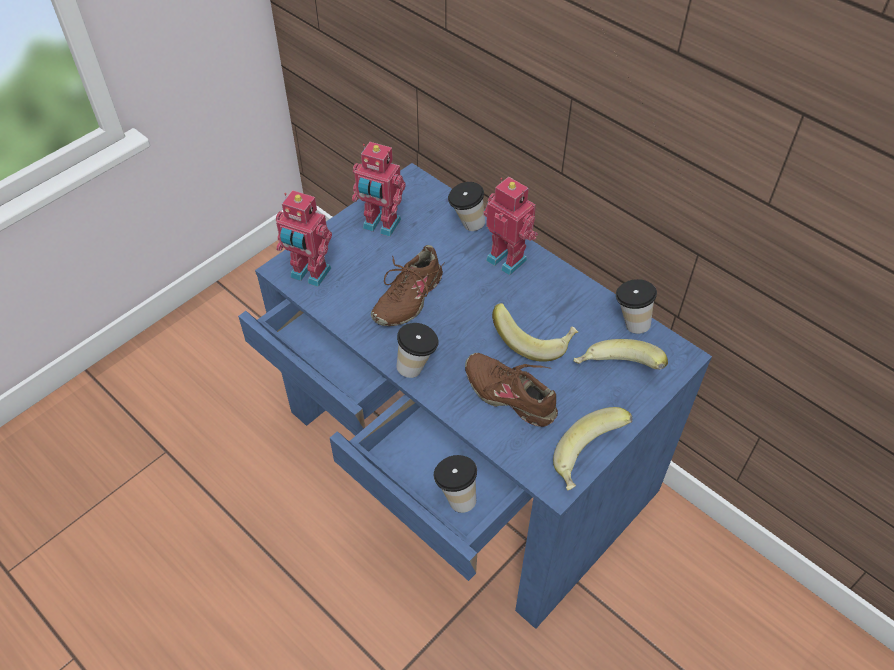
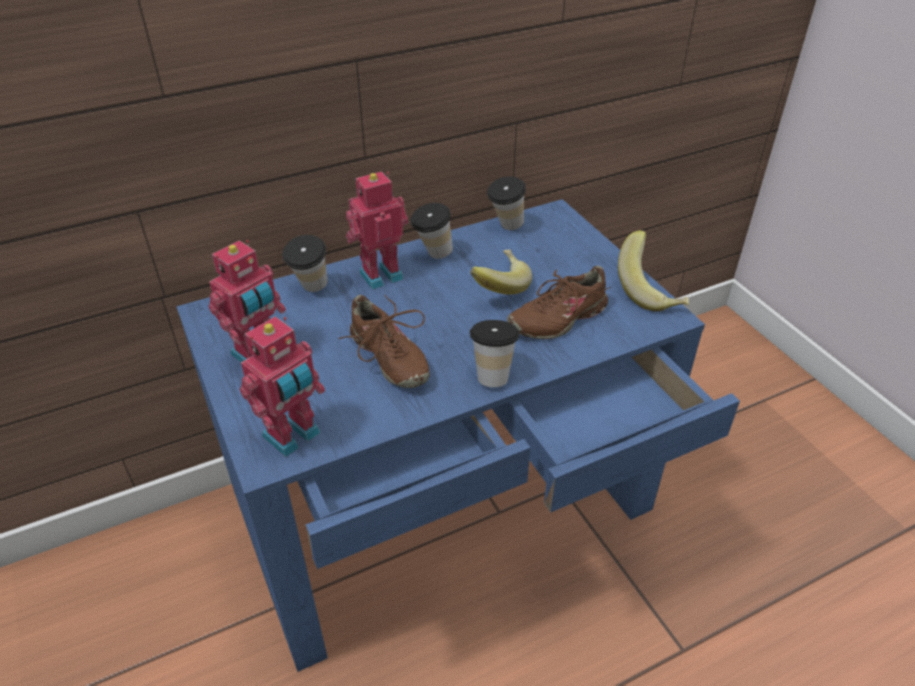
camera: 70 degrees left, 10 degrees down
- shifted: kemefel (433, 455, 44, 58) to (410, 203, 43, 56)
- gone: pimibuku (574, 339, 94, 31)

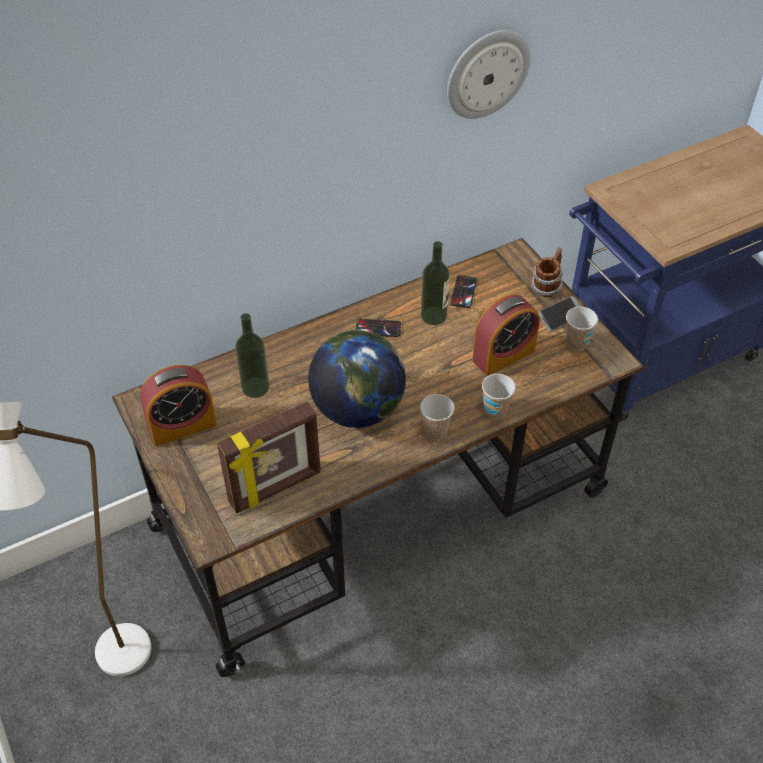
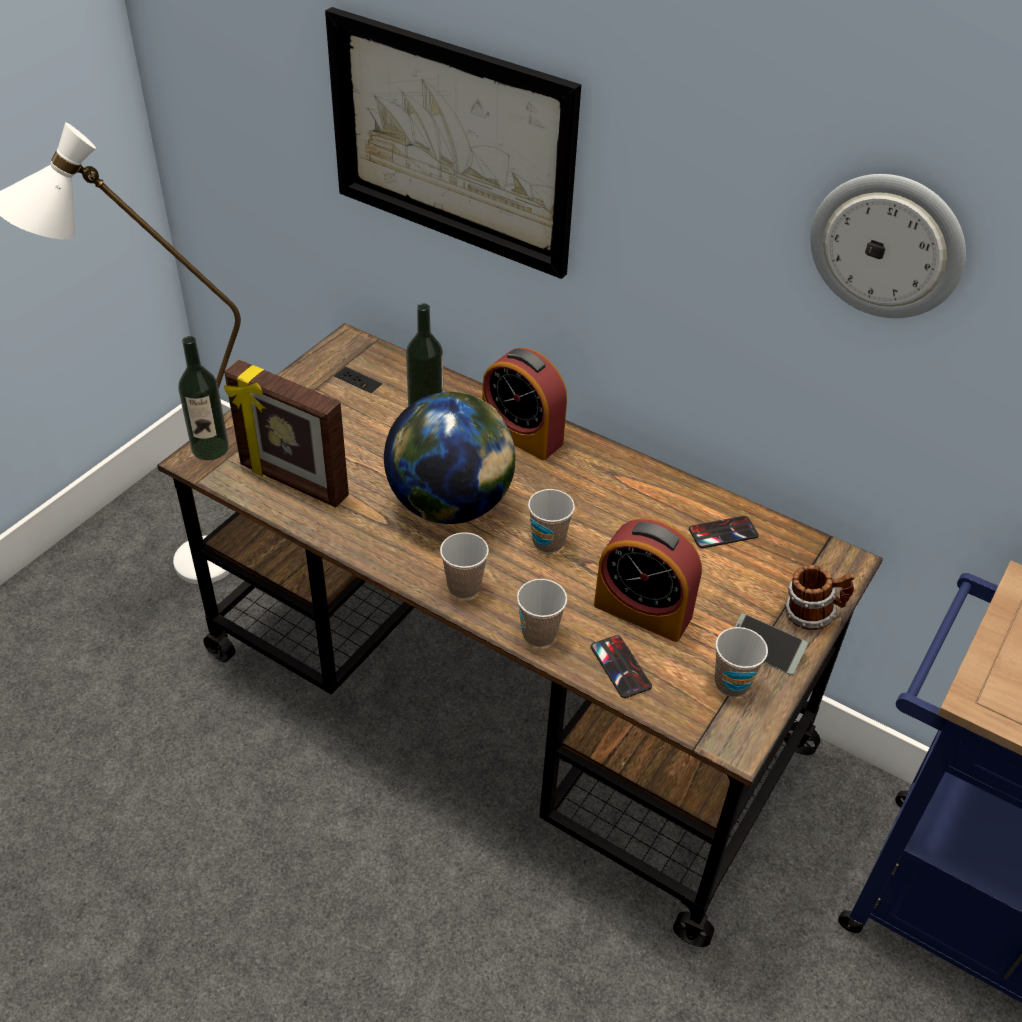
camera: 60 degrees right, 5 degrees down
- shifted: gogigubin (140, 365, 77, 81) to (482, 348, 85, 112)
- shifted: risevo (356, 319, 45, 18) to (591, 635, 61, 63)
- shifted: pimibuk (421, 241, 29, 84) to (178, 336, 51, 124)
- new: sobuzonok (325, 7, 256, 272)
- new: kemefel (528, 489, 47, 64)

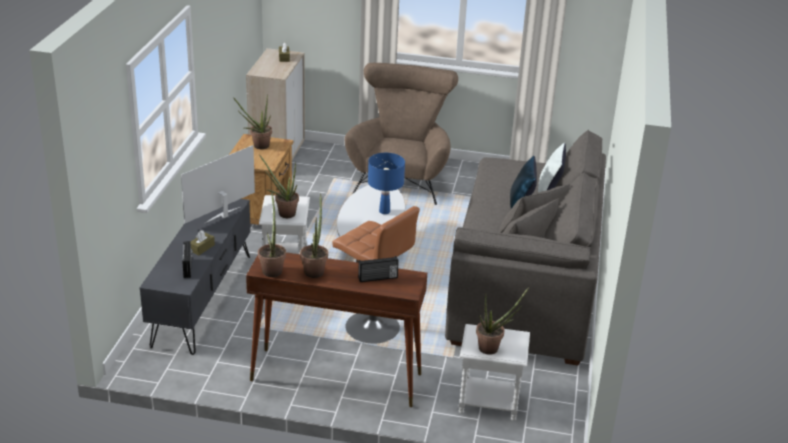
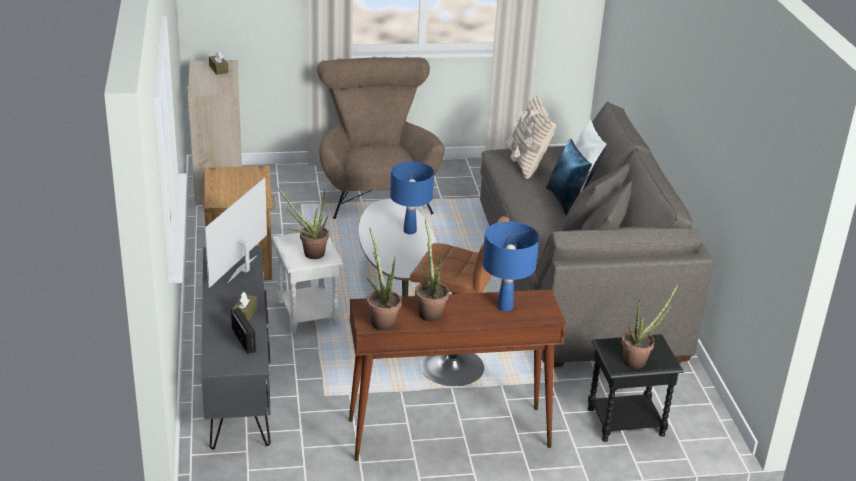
camera: 20 degrees left, 0 degrees up
- gone: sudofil (233, 96, 39, 53)
- swapped: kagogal (358, 256, 41, 26) to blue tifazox (482, 221, 57, 91)
- repainted: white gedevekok (459, 324, 71, 97) to black gedevekok (588, 334, 96, 108)
- new: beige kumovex (506, 96, 50, 83)

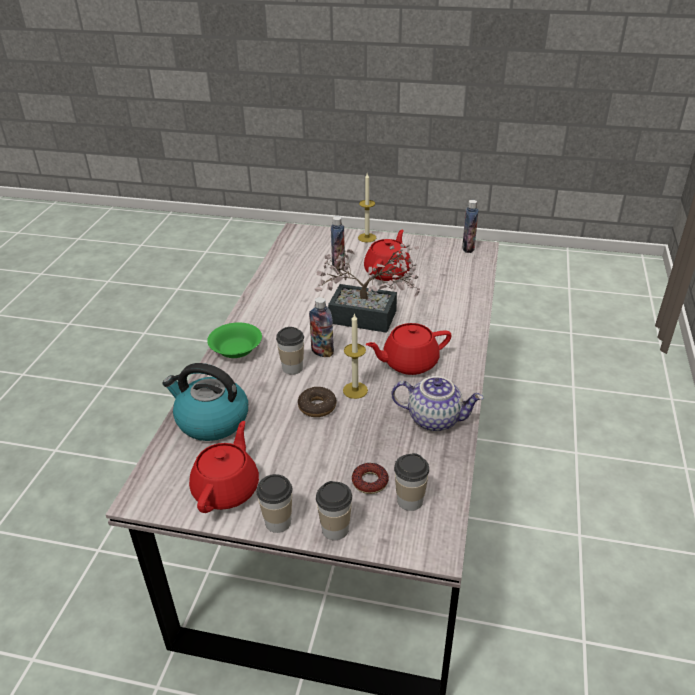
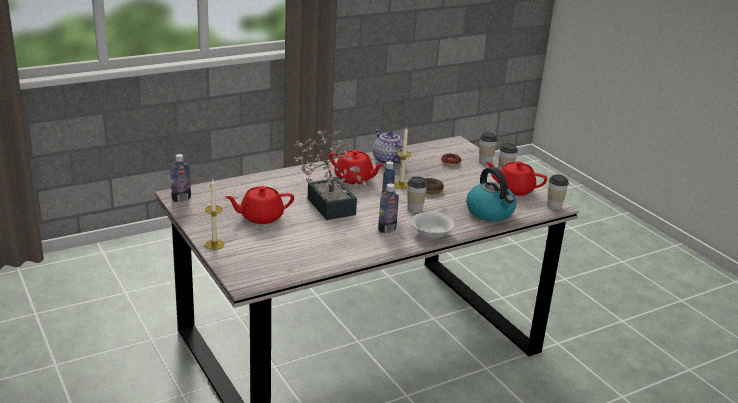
camera: 135 degrees left, 10 degrees down
- rotated: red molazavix (189, 421, 70, 92) = (485, 161, 62, 35) 45 degrees clockwise
- repainted: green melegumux (207, 323, 55, 35) to white melegumux (411, 212, 44, 26)
- shifted: pimibuk (331, 216, 14, 55) to (378, 183, 21, 50)
- shifted: kemefel (394, 453, 35, 58) to (547, 175, 22, 35)

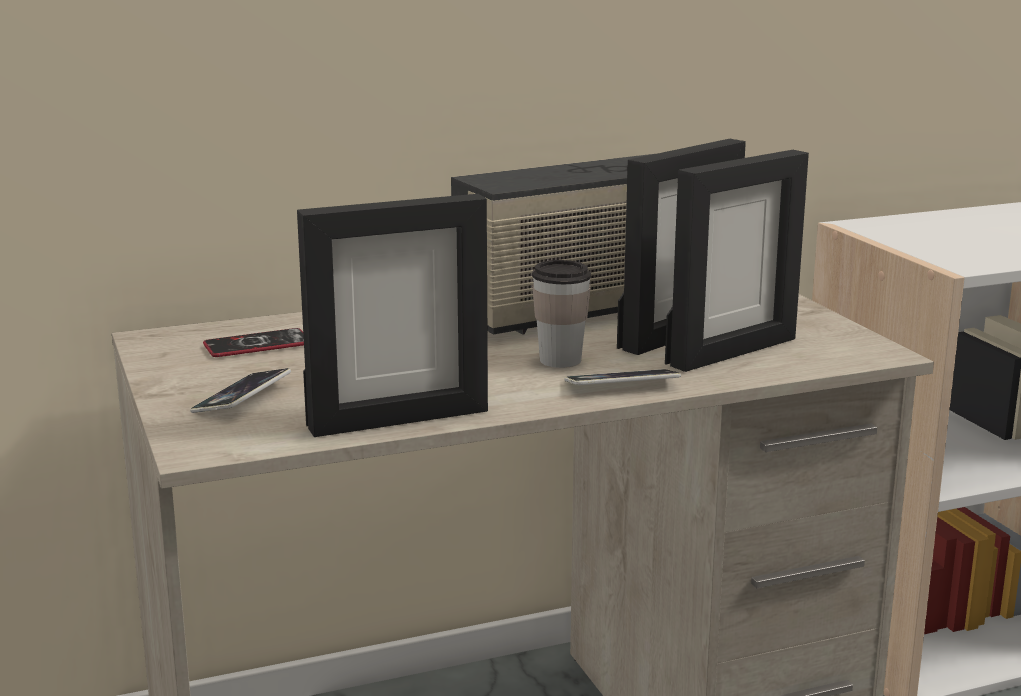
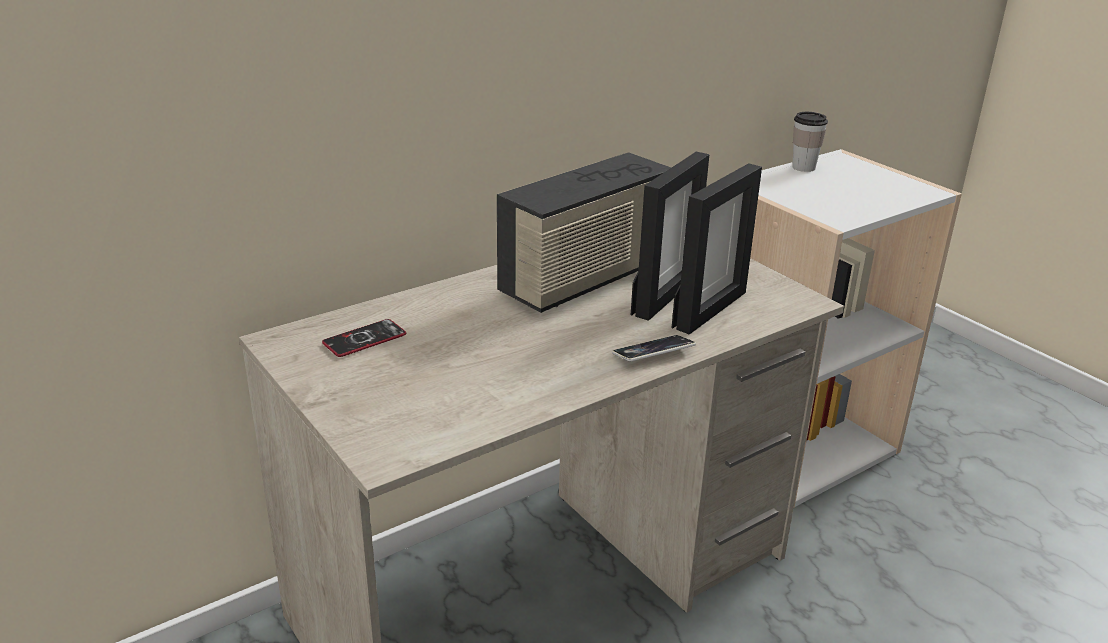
camera: 15 degrees left, 10 degrees up
- gone: risevo (190, 368, 101, 45)
- gone: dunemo (297, 194, 191, 243)
- shifted: kemefel (532, 260, 59, 108) to (792, 112, 36, 60)

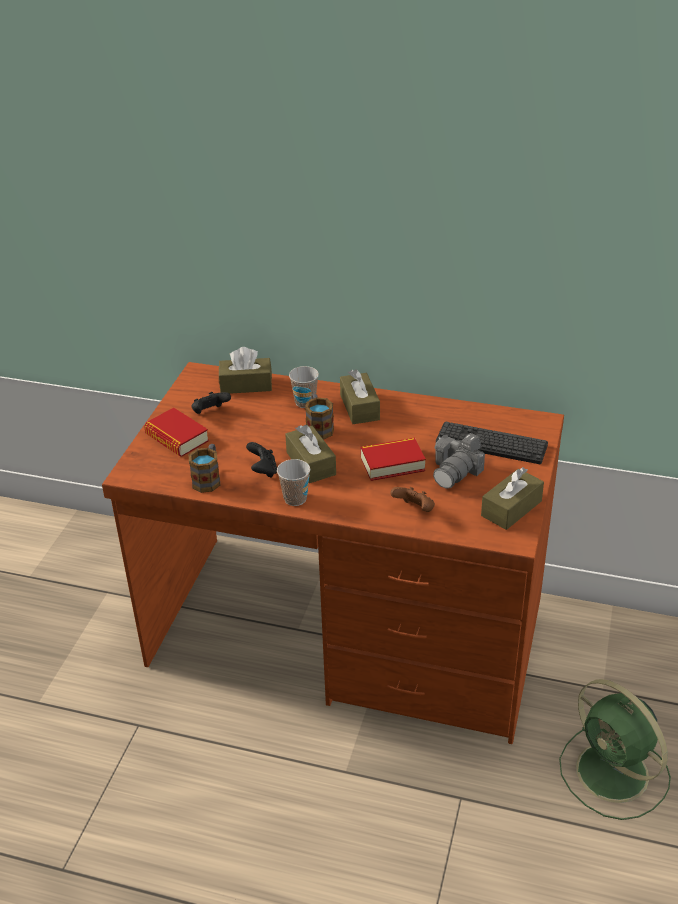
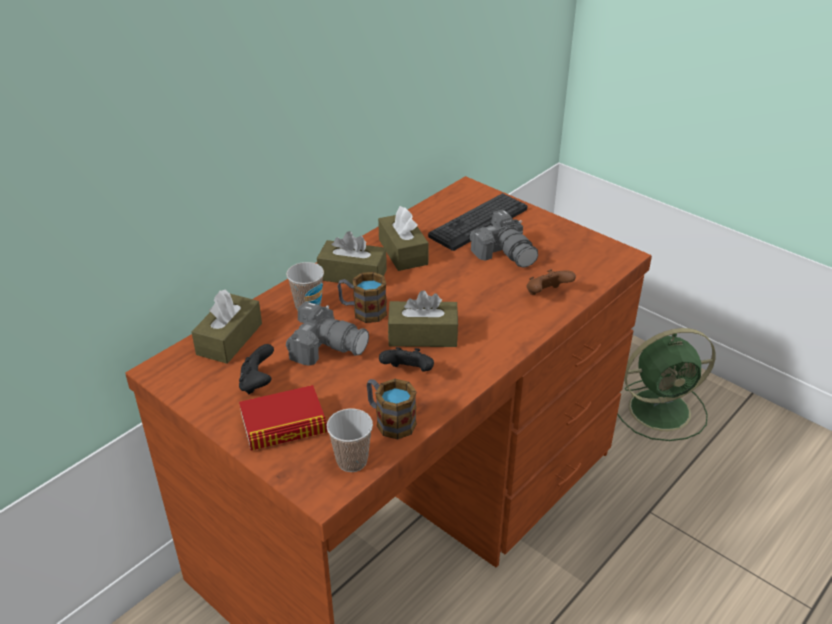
camera: 65 degrees left, 0 degrees up
- shifted: kemefel (277, 459, 33, 47) to (327, 409, 46, 63)
- gone: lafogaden (360, 438, 66, 43)
- shifted: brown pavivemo (481, 467, 63, 63) to (378, 206, 51, 65)
- new: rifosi (286, 302, 83, 64)

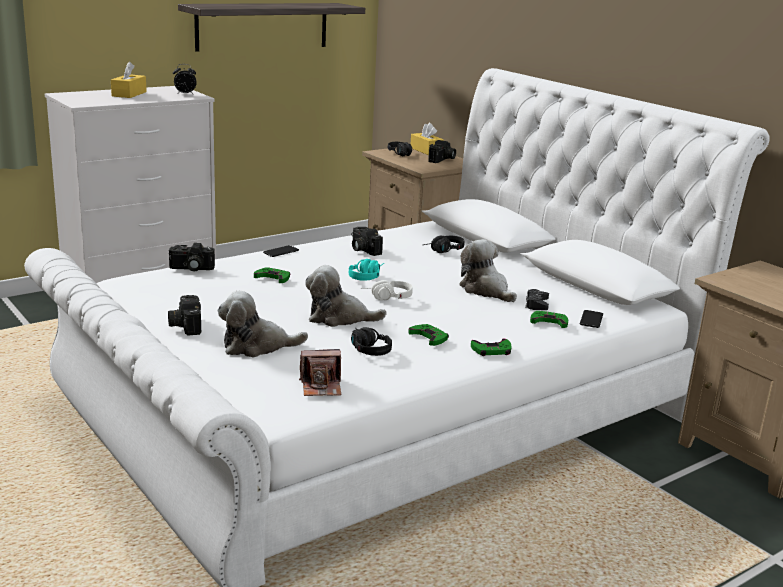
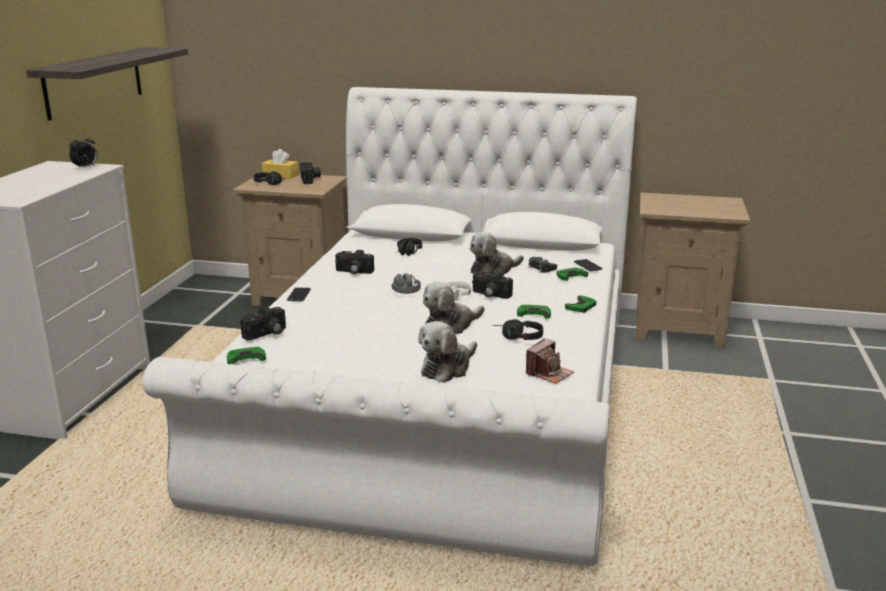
camera: 40 degrees left, 0 degrees up
- gone: yellow pavivemo (111, 62, 36, 36)
- shifted: rifosi (168, 295, 33, 40) to (472, 271, 41, 28)
- shifted: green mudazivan (254, 267, 36, 16) to (227, 347, 39, 17)
- repainted: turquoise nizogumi (349, 259, 35, 22) to grey nizogumi (392, 273, 29, 21)
- rotated: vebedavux (459, 239, 58, 63) = (470, 232, 54, 43) 45 degrees counterclockwise

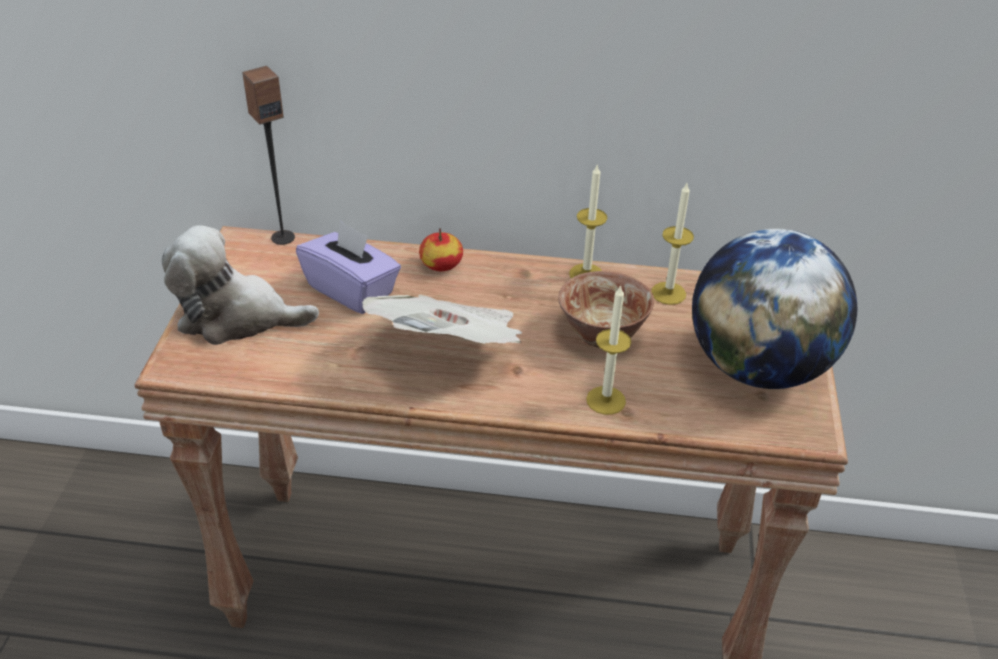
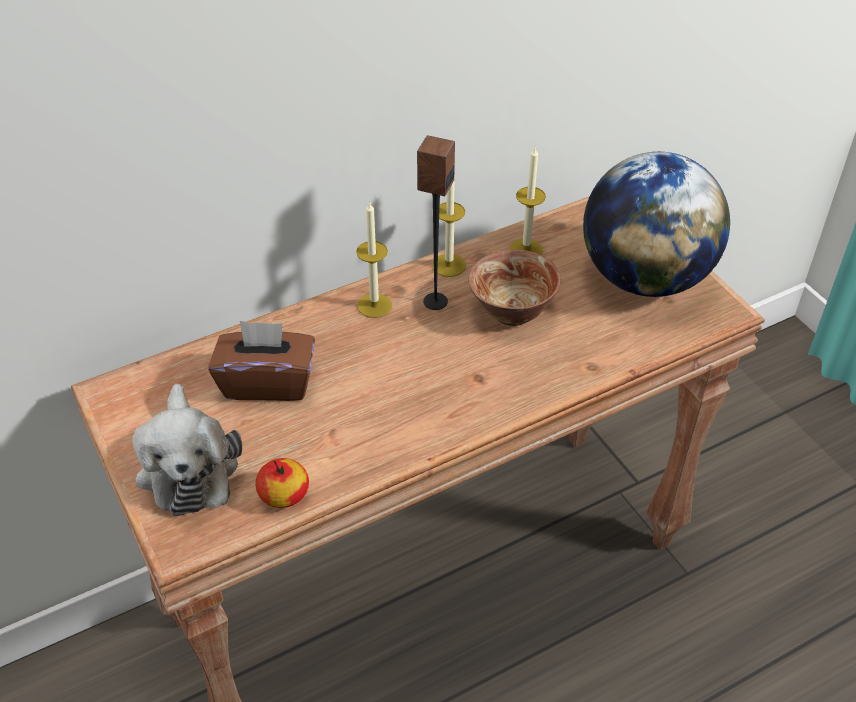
camera: 35 degrees left, 5 degrees up
- rotated: vebedavux (162, 226, 157, 119) = (132, 383, 110, 133) 75 degrees counterclockwise
- shifted: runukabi (242, 66, 53, 179) to (417, 136, 38, 174)
- repainted: purple pavivemo (296, 220, 105, 94) to brown pavivemo (208, 321, 107, 80)
- gone: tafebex (362, 295, 160, 49)
- shifted: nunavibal (419, 228, 44, 43) to (255, 458, 54, 50)
- shifted: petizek (586, 285, 45, 130) to (356, 201, 36, 117)

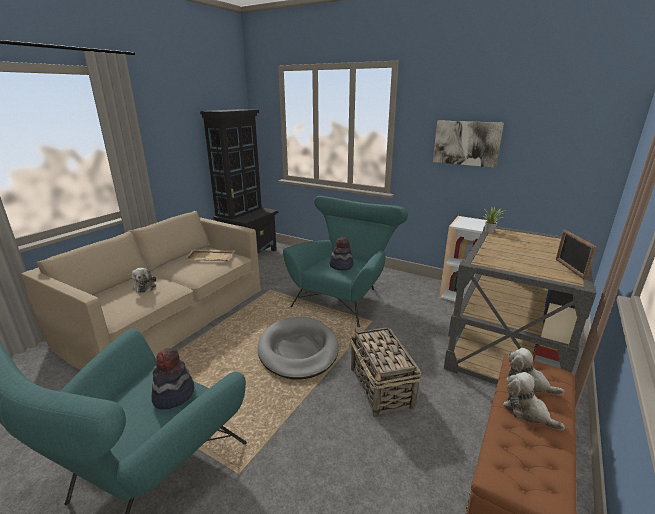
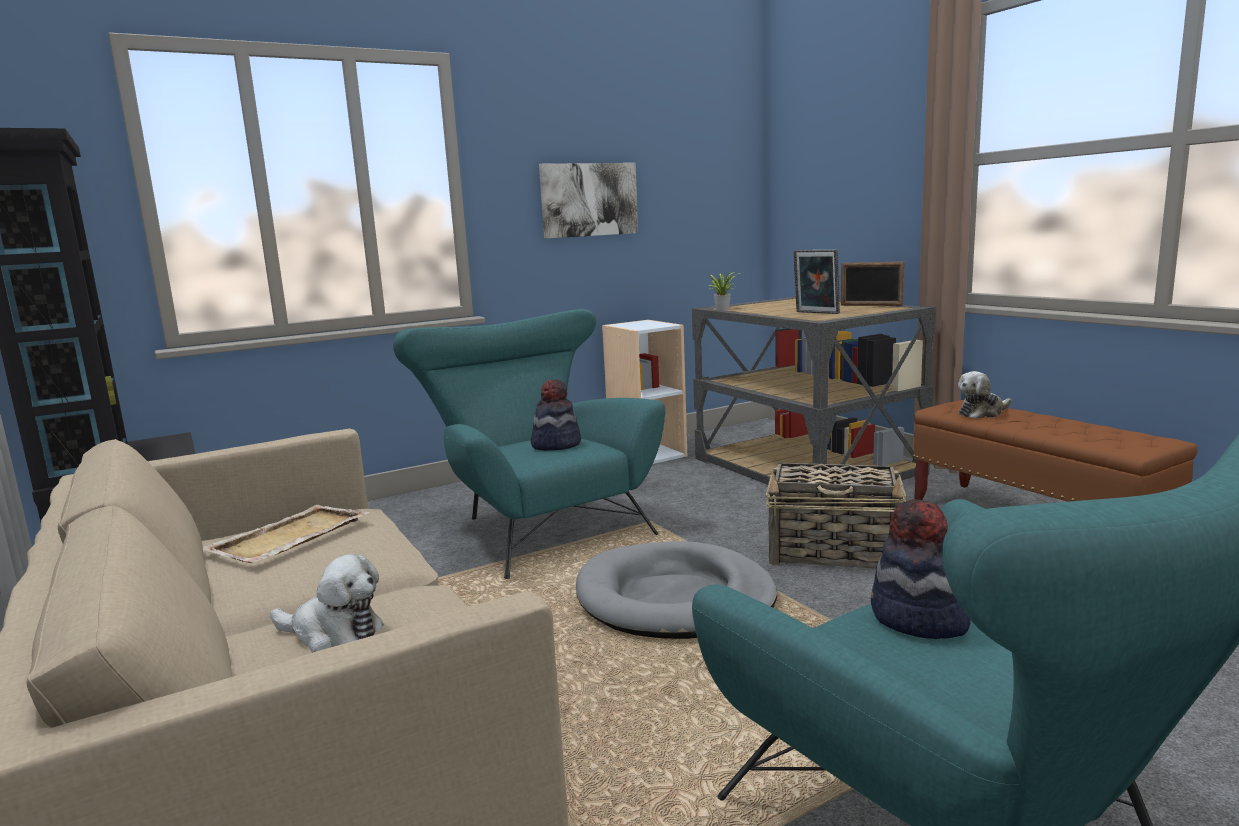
camera: 60 degrees left, 10 degrees down
- gone: vebedavux (503, 372, 62, 58)
- new: dunemo (793, 250, 47, 64)

